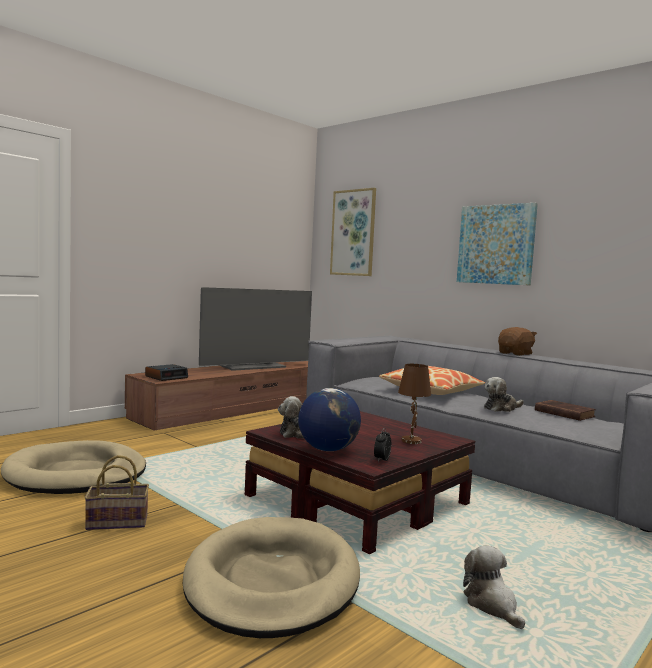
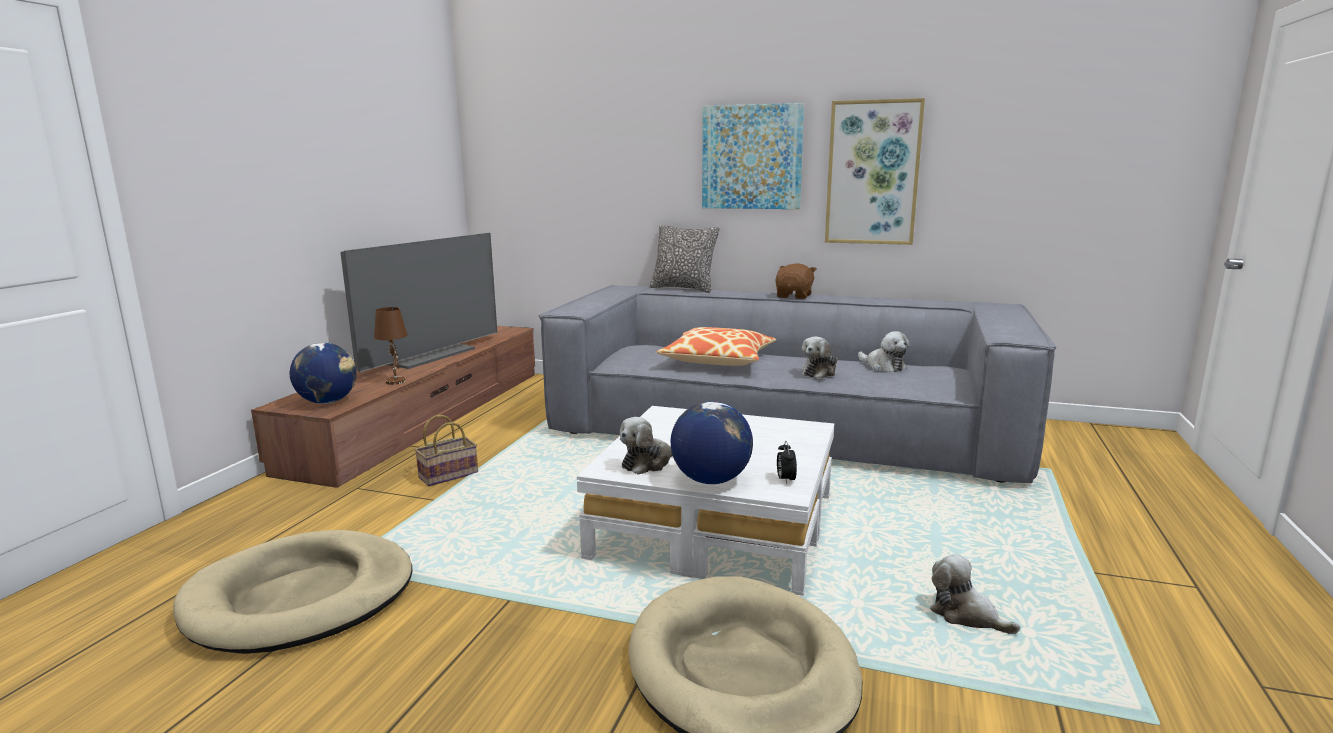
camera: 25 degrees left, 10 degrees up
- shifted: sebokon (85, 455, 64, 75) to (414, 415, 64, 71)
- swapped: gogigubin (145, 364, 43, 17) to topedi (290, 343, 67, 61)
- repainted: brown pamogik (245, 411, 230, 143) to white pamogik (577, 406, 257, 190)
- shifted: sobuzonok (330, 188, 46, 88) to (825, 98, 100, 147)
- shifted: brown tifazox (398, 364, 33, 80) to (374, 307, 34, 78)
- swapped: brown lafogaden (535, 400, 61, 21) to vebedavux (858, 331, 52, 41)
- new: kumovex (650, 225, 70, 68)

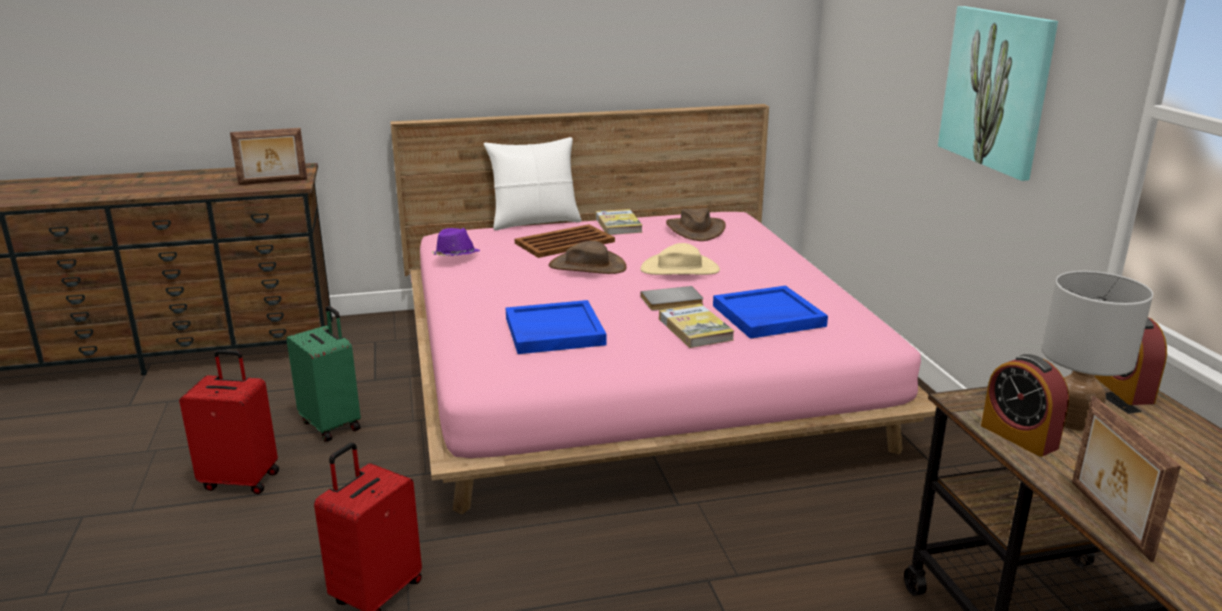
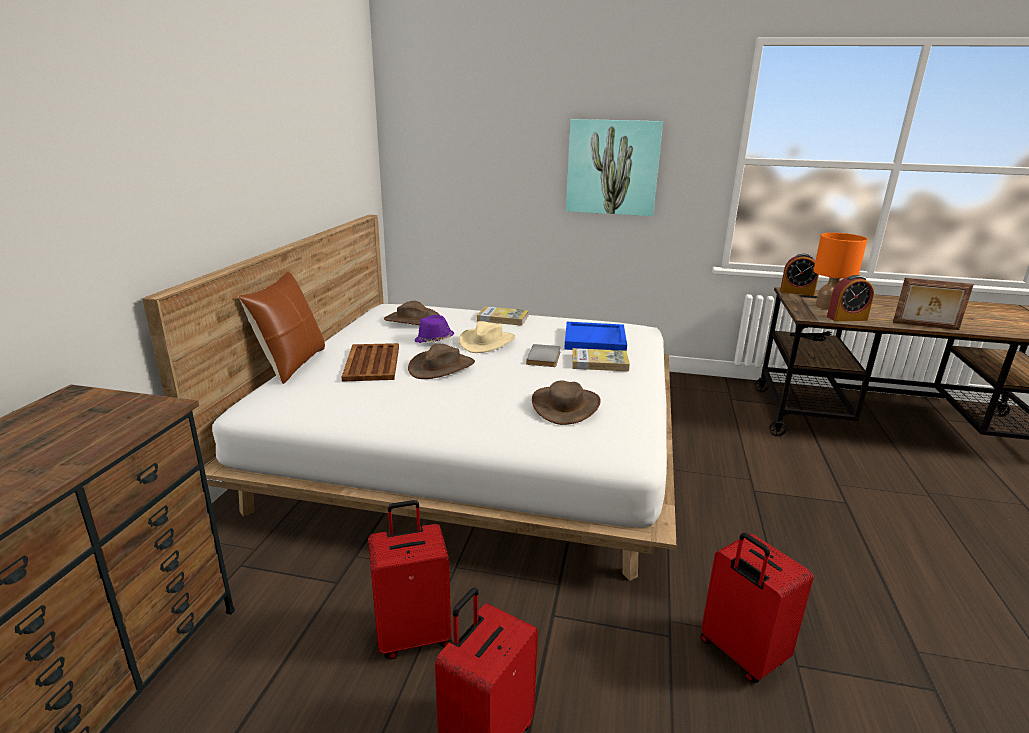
camera: 65 degrees left, 0 degrees up
- gone: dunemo (230, 128, 77, 57)
- repainted: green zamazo (286, 306, 75, 136) to red zamazo (368, 500, 84, 159)
- repainted: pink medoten (390, 104, 547, 410) to white medoten (142, 215, 534, 366)
- shifted: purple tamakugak (431, 228, 49, 28) to (415, 315, 39, 28)
- repainted: white kumovex (483, 137, 98, 93) to brown kumovex (239, 271, 86, 113)
- swapped: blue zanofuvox (506, 300, 100, 54) to brown tamakugak (532, 381, 69, 44)
- shifted: lafogaden (596, 209, 47, 26) to (477, 306, 52, 20)
- repainted: grey tifazox (1042, 271, 111, 160) to orange tifazox (813, 233, 54, 77)

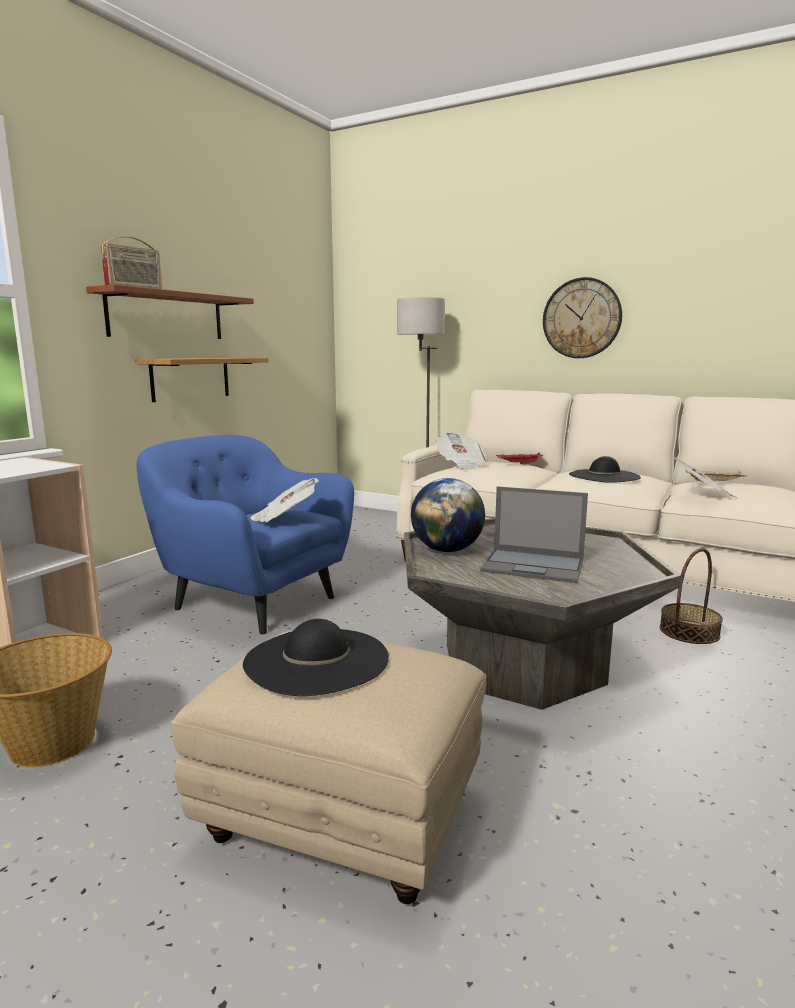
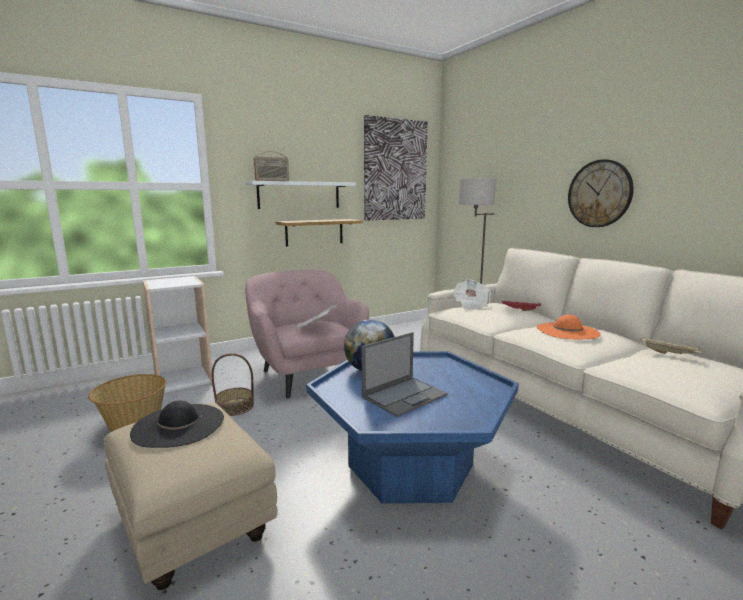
camera: 30 degrees right, 0 degrees up
- repainted: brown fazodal (86, 285, 168, 54) to white fazodal (246, 181, 110, 28)
- repainted: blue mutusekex (136, 435, 218, 199) to pink mutusekex (245, 270, 124, 128)
- repainted: grey pamogik (404, 517, 277, 193) to blue pamogik (306, 351, 213, 152)
- rotated: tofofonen (480, 486, 108, 97) = (362, 332, 86, 85) 90 degrees counterclockwise
- repainted: black tamakugak (569, 456, 72, 27) to orange tamakugak (537, 315, 63, 24)
- shifted: sebokon (660, 548, 63, 96) to (211, 353, 43, 63)
- gone: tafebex (669, 455, 69, 43)
- new: sobuzonok (364, 115, 64, 106)

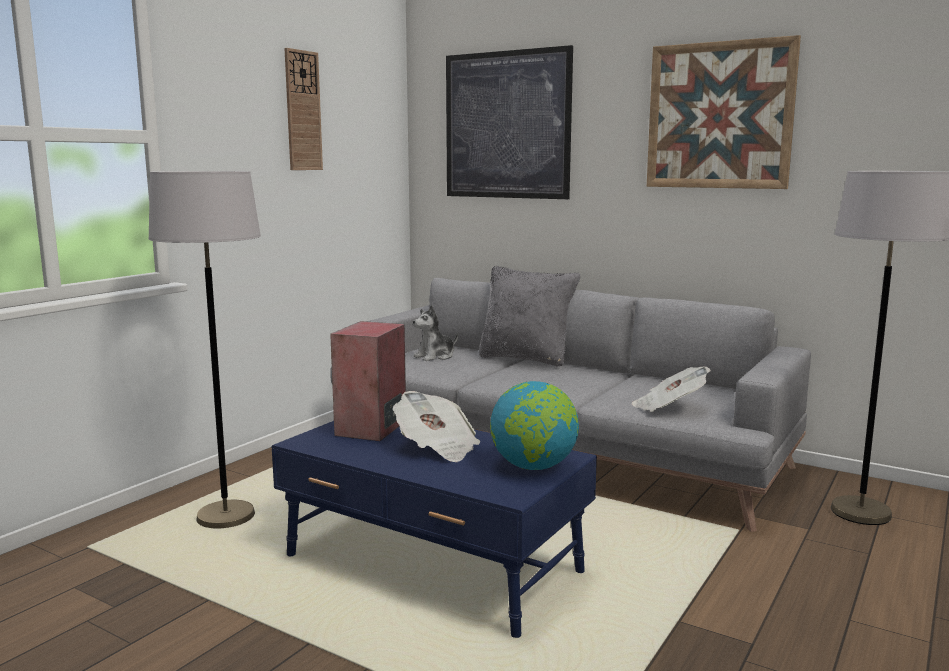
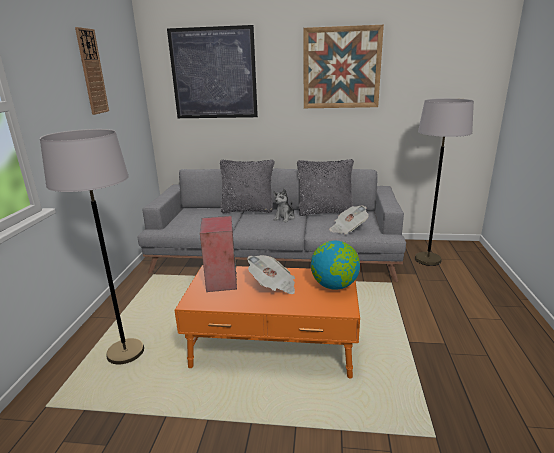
camera: 25 degrees left, 10 degrees up
- repainted: blue pamogik (271, 421, 326, 217) to orange pamogik (174, 265, 186, 113)
- shifted: vebedavux (413, 305, 45, 56) to (273, 189, 22, 33)
- new: grey kumovex (297, 159, 57, 57)

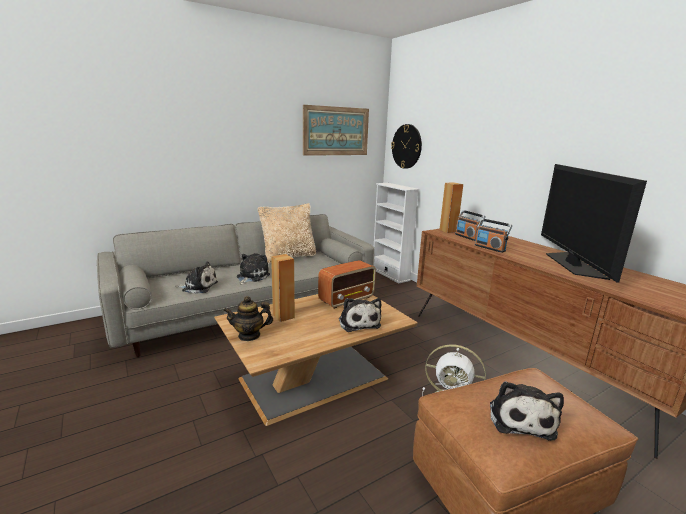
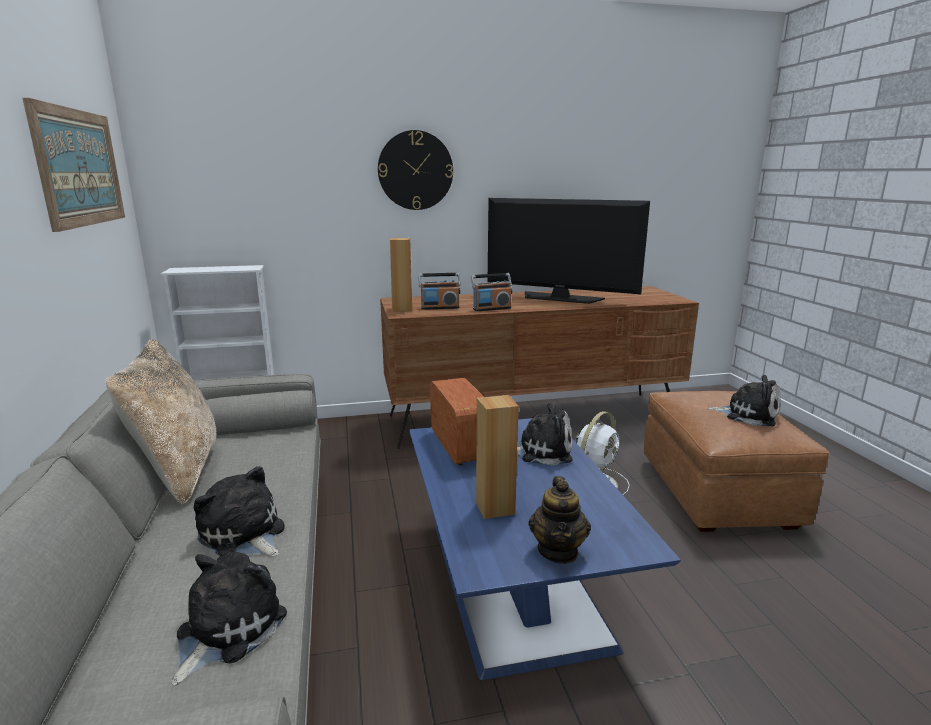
camera: 70 degrees left, 0 degrees up
- repainted: brown pamogik (214, 294, 204, 132) to blue pamogik (409, 418, 272, 262)
- shifted: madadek (391, 124, 31, 45) to (378, 130, 75, 80)

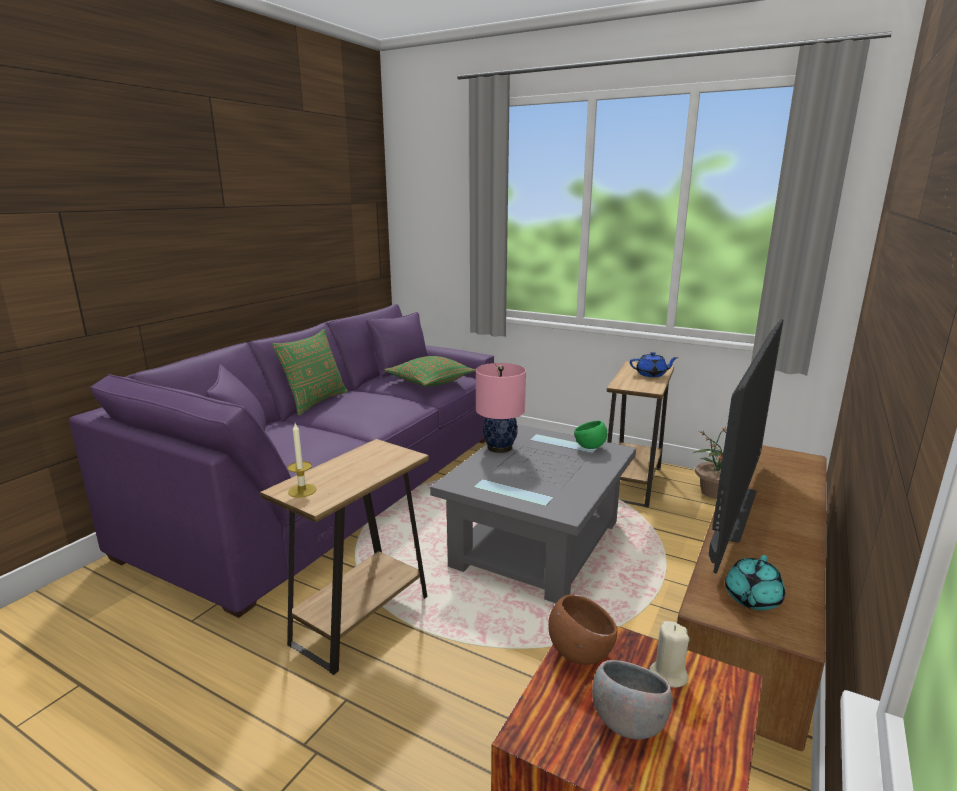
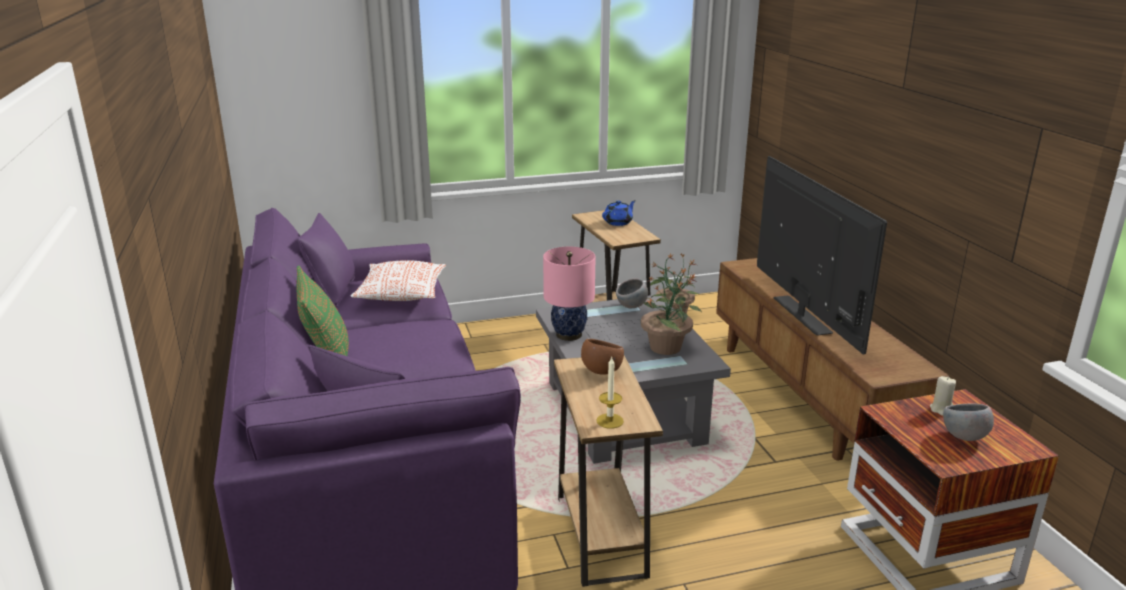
camera: 45 degrees left, 5 degrees up
- repainted: green kumovex (384, 356, 92, 30) to white kumovex (351, 260, 95, 41)
- shifted: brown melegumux (548, 594, 69, 71) to (581, 339, 43, 36)
- repainted: green melegumux (574, 420, 34, 29) to grey melegumux (616, 278, 32, 30)
- gone: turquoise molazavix (725, 555, 60, 55)
- new: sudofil (641, 267, 61, 88)

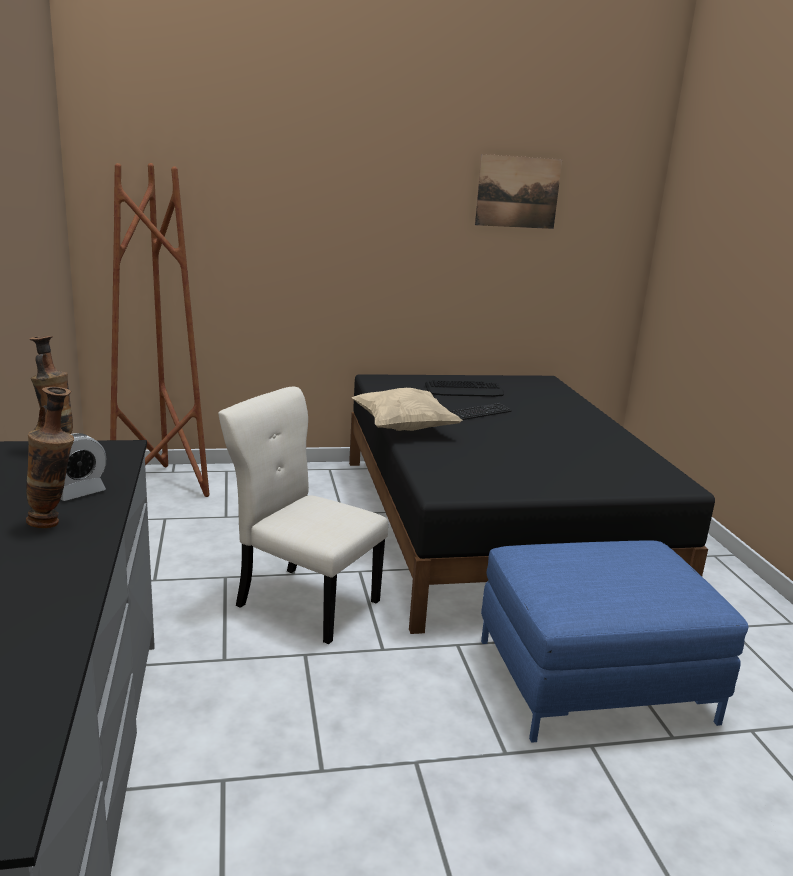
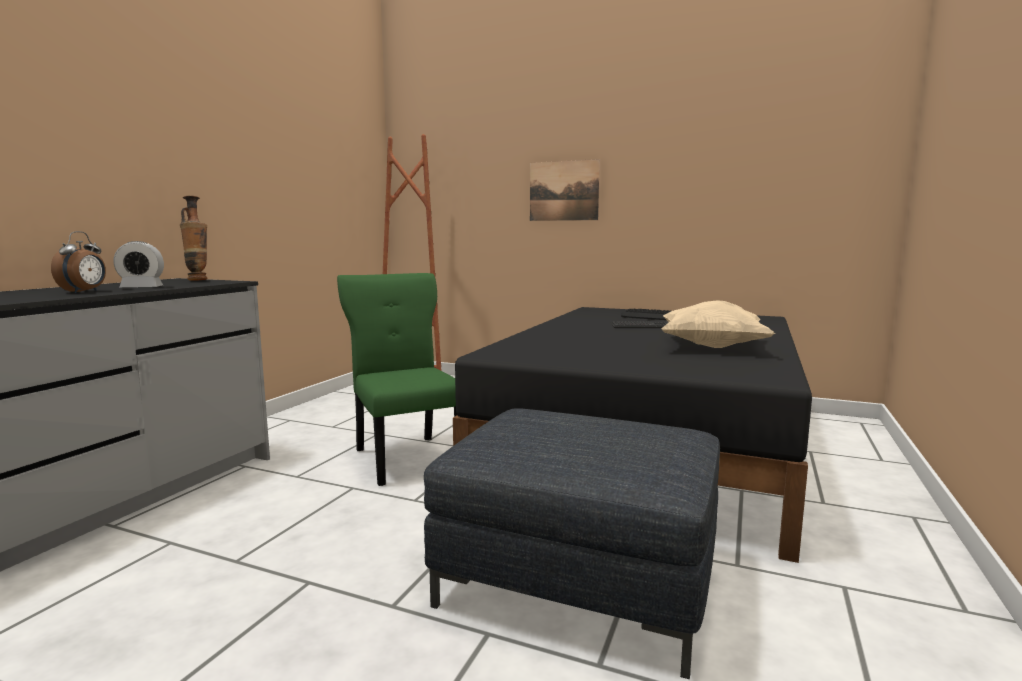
camera: 35 degrees right, 10 degrees down
- swapped: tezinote (26, 387, 48, 141) to gogigubin (51, 231, 55, 62)
- repainted: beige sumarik (218, 387, 170, 257) to green sumarik (337, 273, 120, 213)
- shifted: beige kumovex (352, 388, 111, 43) to (661, 300, 114, 48)
- shifted: sobuzonok (475, 154, 87, 75) to (530, 159, 70, 62)
- repainted: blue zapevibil (481, 540, 267, 203) to grey zapevibil (424, 408, 296, 271)

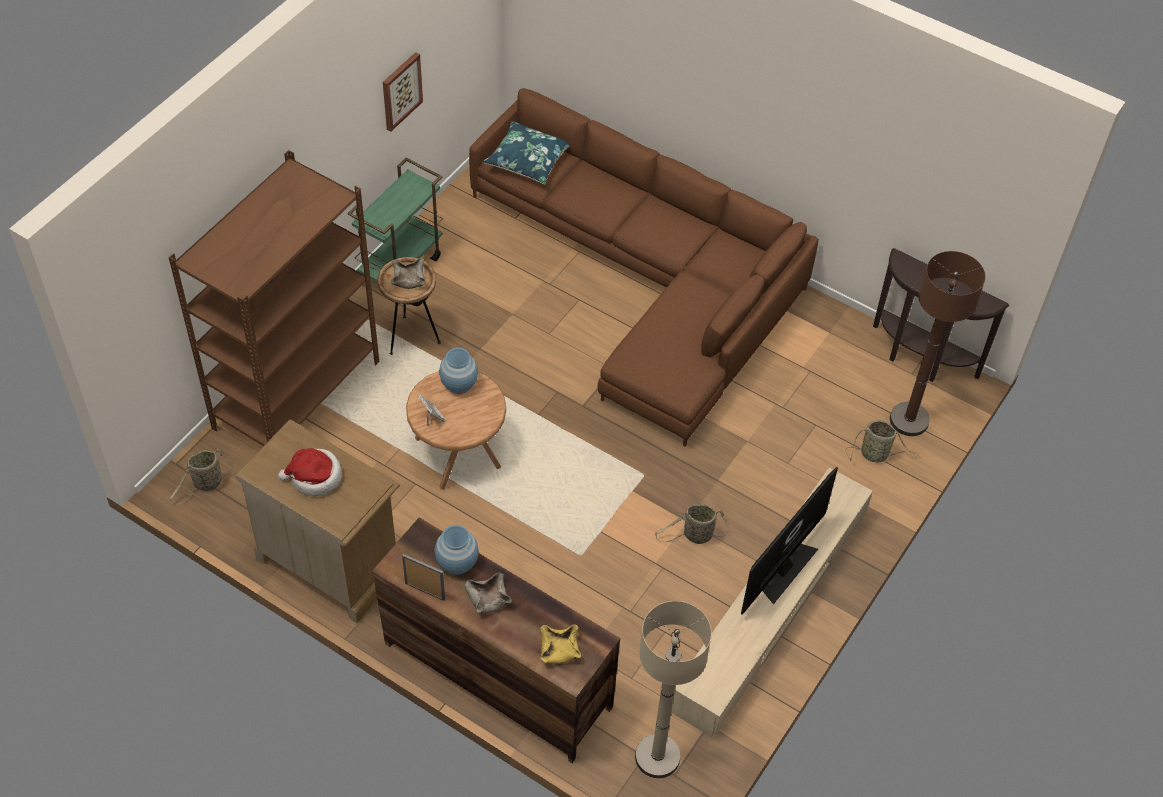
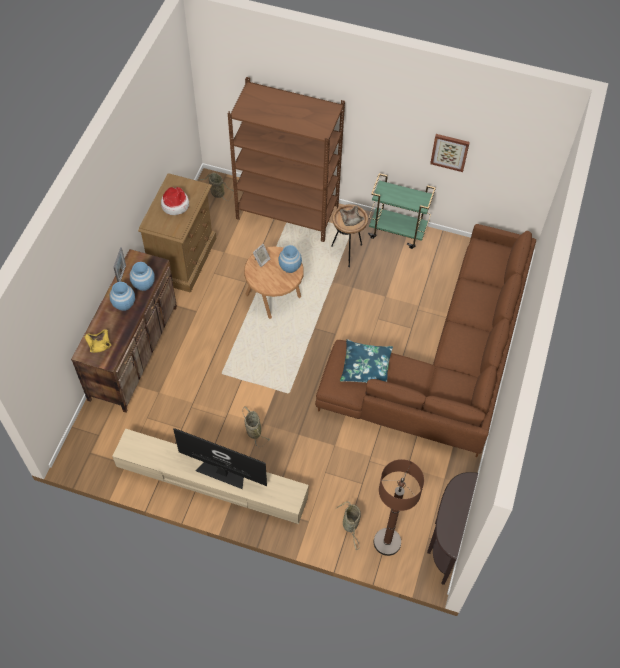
camera: 75 degrees right, 5 degrees up
- swapped: beige melegumux (464, 573, 48, 40) to blue tezinote (110, 282, 25, 29)
- shifted: blue kumovex (483, 121, 86, 63) to (340, 339, 53, 44)
- gone: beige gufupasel (635, 601, 77, 177)

